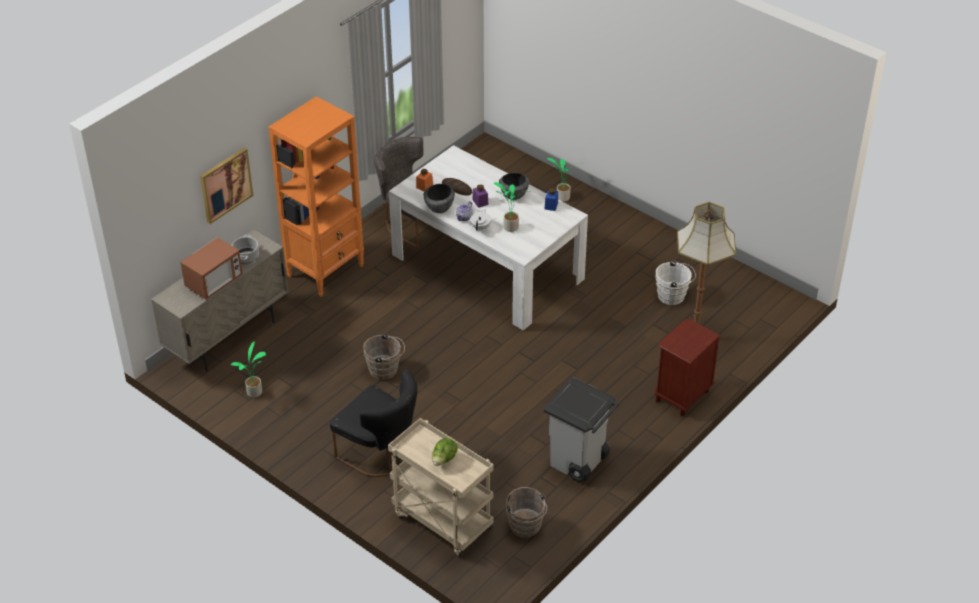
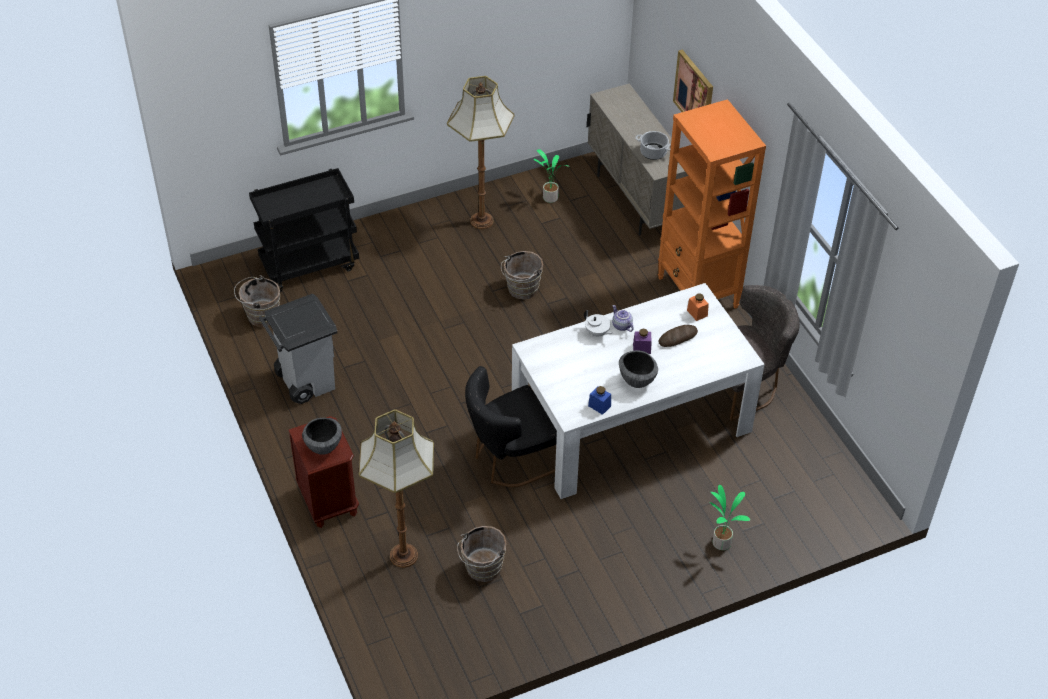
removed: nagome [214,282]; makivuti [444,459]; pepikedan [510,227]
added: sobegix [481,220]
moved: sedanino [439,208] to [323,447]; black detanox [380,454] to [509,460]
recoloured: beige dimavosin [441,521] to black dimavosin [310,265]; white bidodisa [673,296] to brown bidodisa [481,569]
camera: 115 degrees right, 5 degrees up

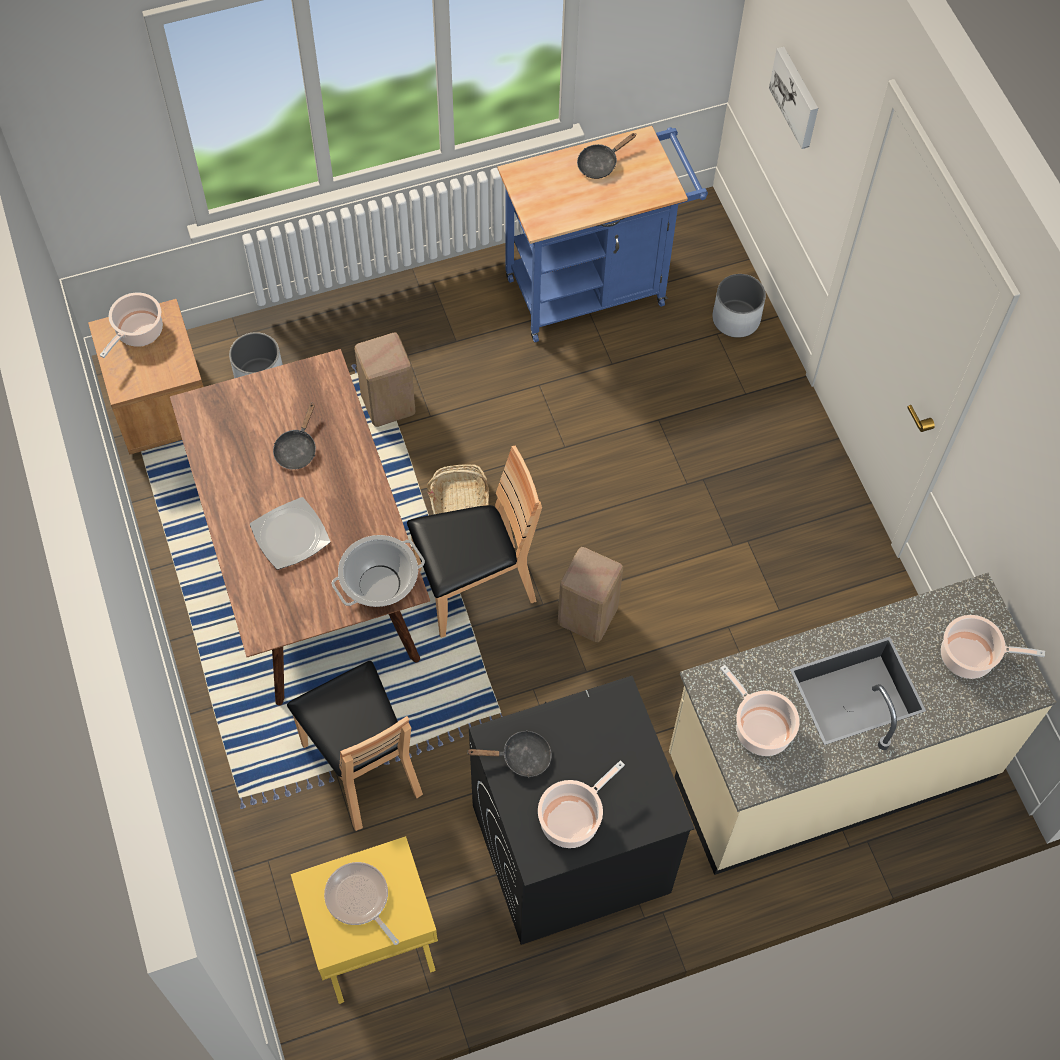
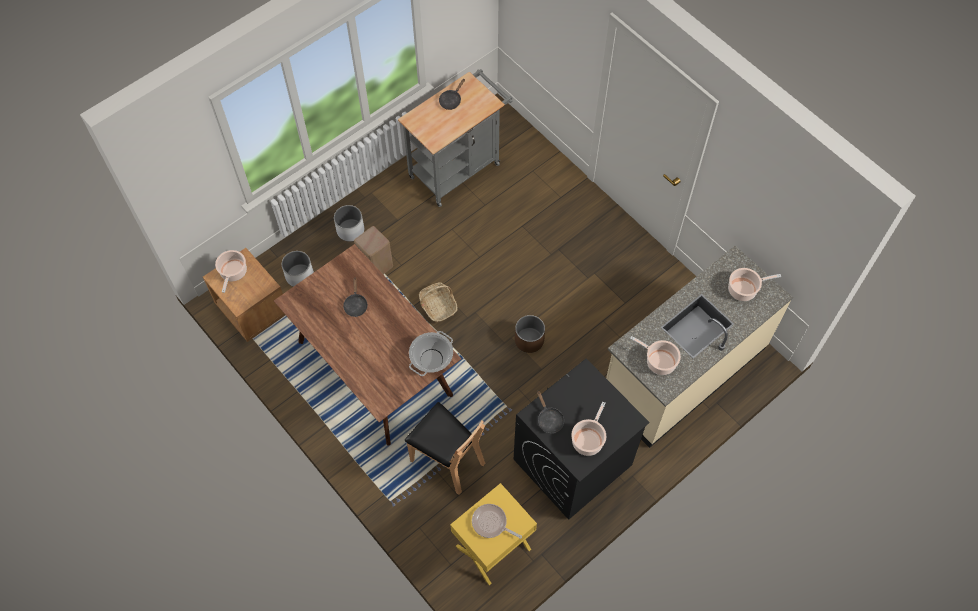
removed: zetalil [290,534]; brown detanox [474,588]; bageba [796,97]
moved: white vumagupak [736,319] to [350,230]
replaced: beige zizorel [587,614] to brown vumagupak [529,340]
recoloured: blue dimavosin [595,287] to grey dimavosin [458,167]
turned: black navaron [521,757] = [549,419] 90 degrees clockwise
camera: 20 degrees left, 0 degrees up

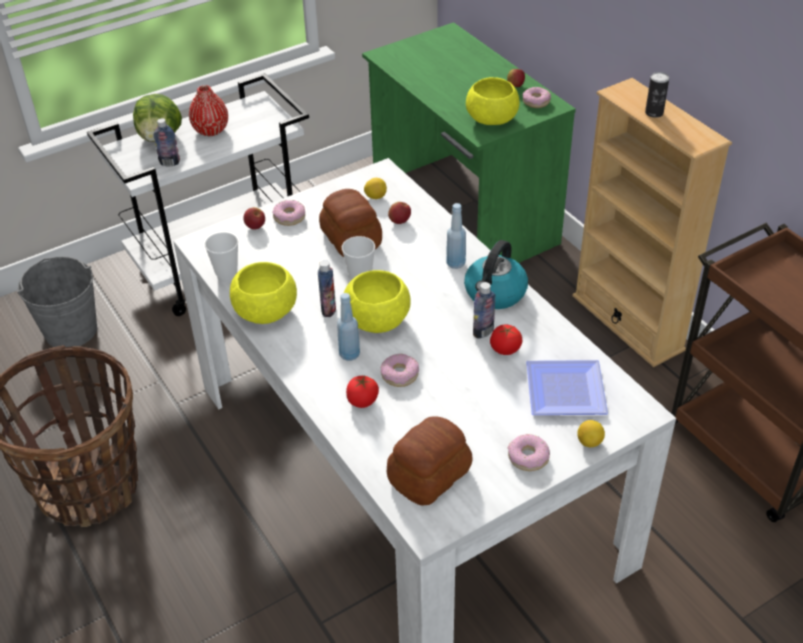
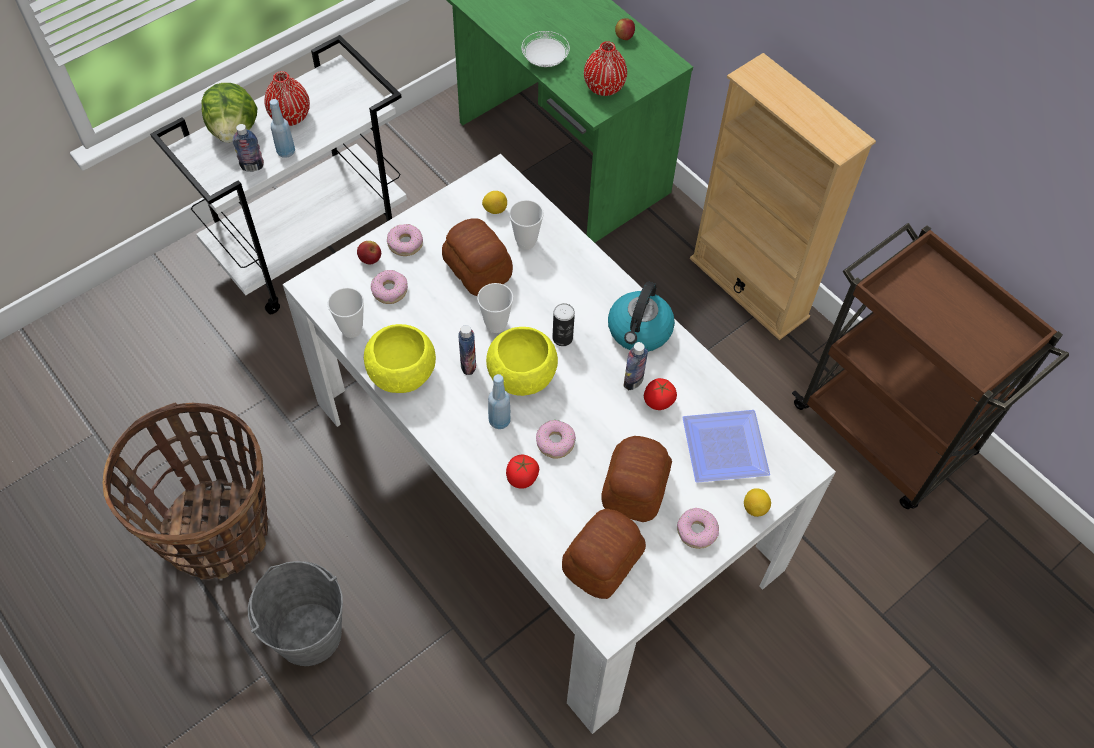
added: white zetalil [545,59]; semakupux [633,488]
moved: grey bidodisa [71,330] to [308,634]; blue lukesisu [455,263] to [286,152]; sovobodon [536,101] to [390,290]; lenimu [654,113] to [562,338]
replaced: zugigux [399,221] to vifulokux [526,241]; yellow sedanino [492,119] to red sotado [604,87]
camera: 10 degrees left, 15 degrees up

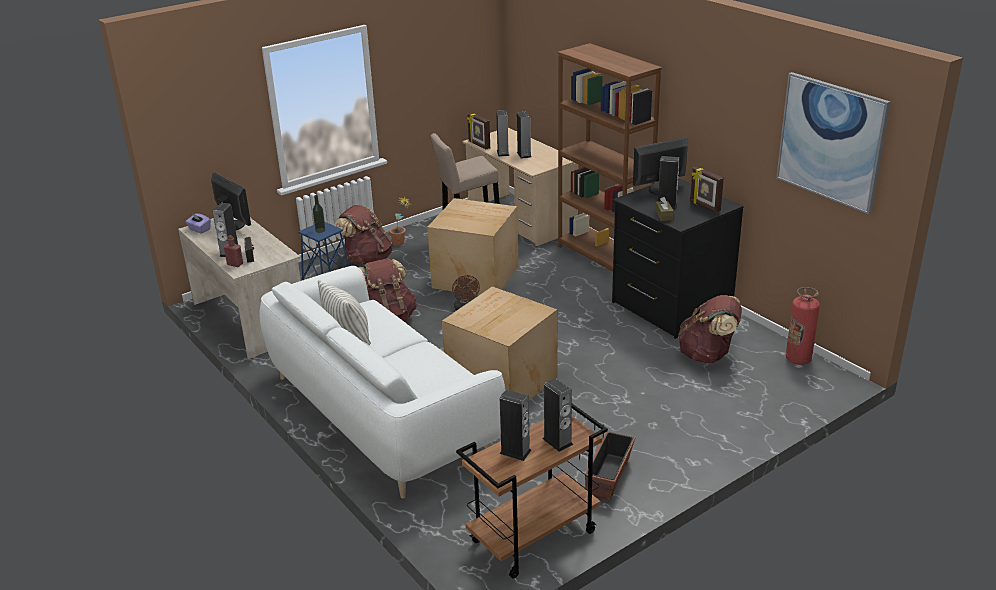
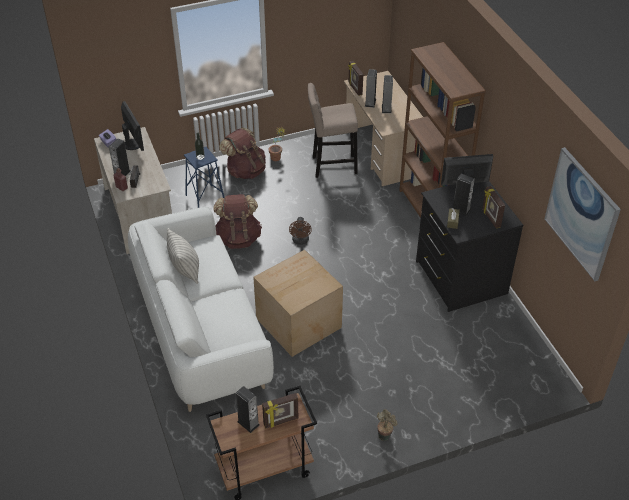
removed: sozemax [475,276]; vumagupak [608,477]; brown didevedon [708,355]; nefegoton [798,359]
added: pepikedan [384,435]
replaced: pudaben [557,441] to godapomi [281,421]
camera: 15 degrees right, 15 degrees up

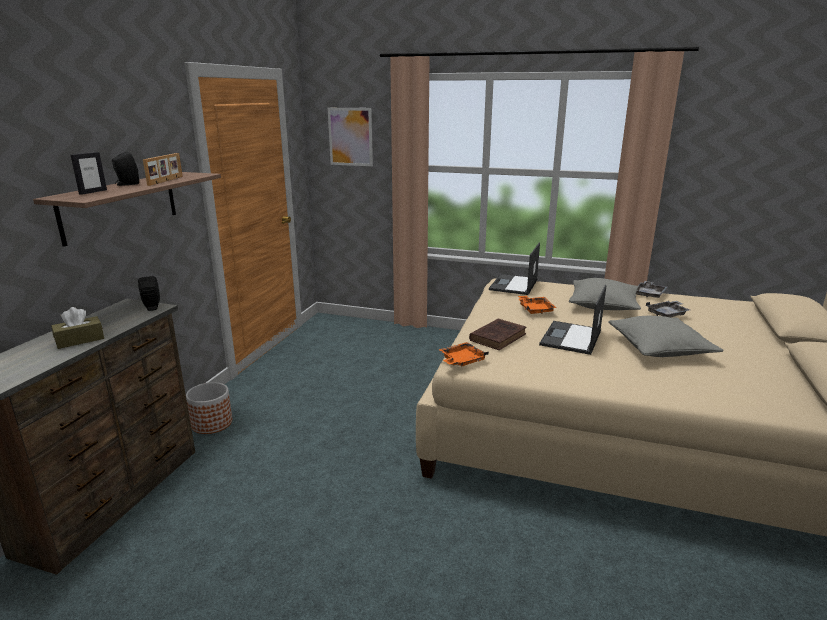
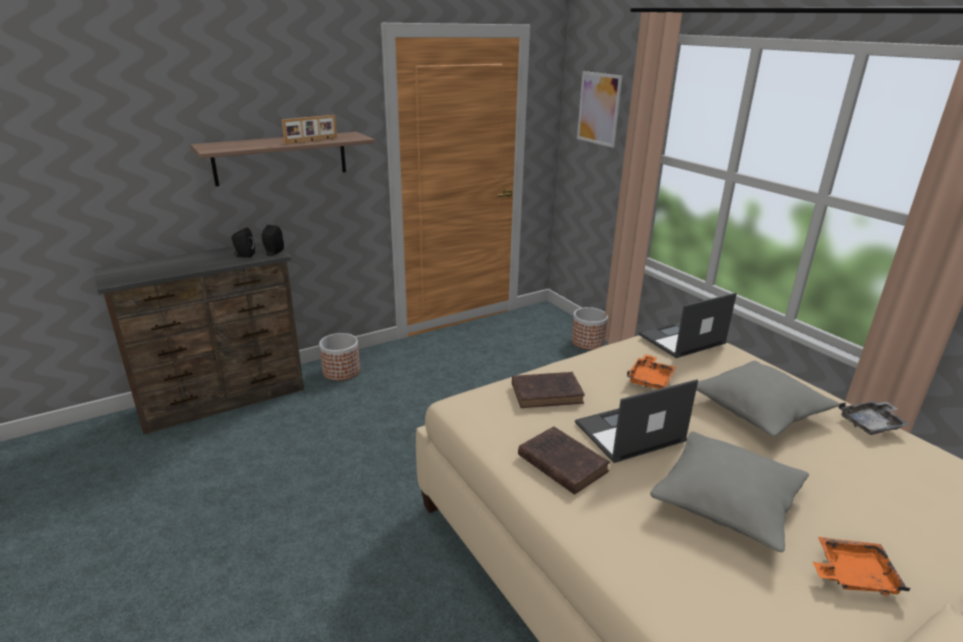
removed: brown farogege [80,340]; godapomi [93,192]; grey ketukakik [667,314]
added: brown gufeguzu [560,462]; vumagupak [588,342]
moved: black pudaben [126,184] to [244,255]; orange ketukakik [461,361] to [852,574]
camera: 40 degrees right, 5 degrees up

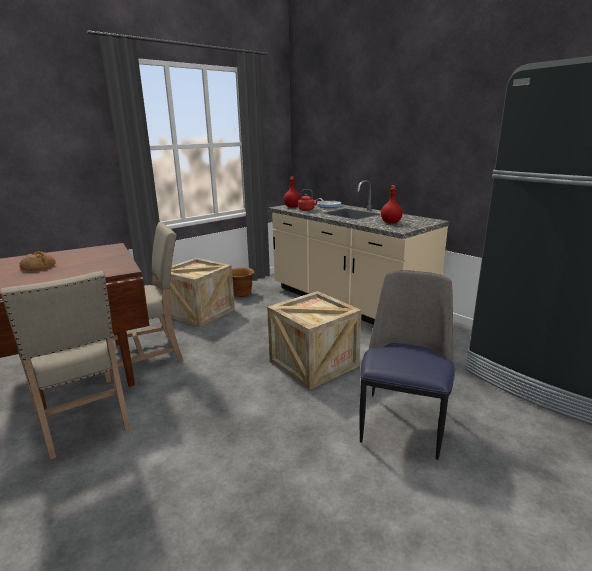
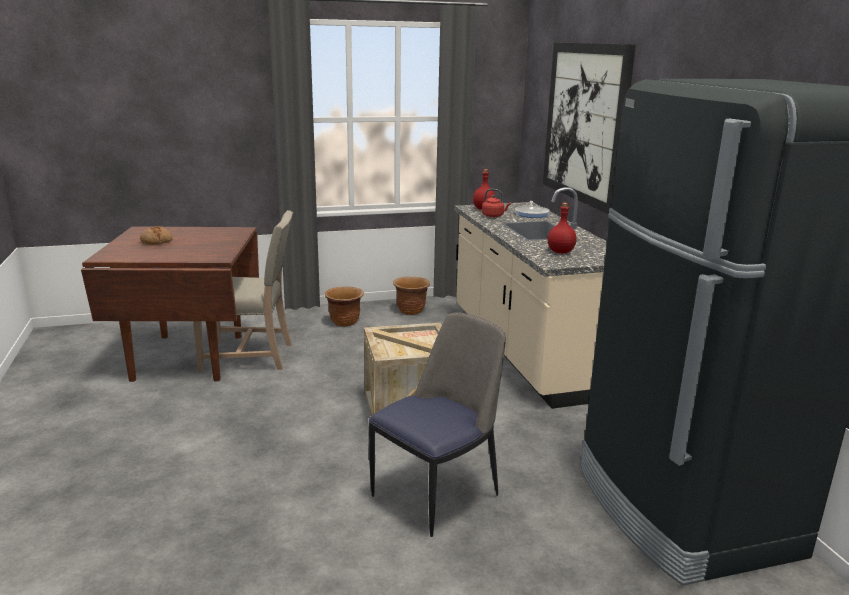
removed: beige detanox [85,420]
added: bageba [585,123]
replaced: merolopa [200,312] to brown vumagupak [345,322]
camera: 25 degrees right, 0 degrees up

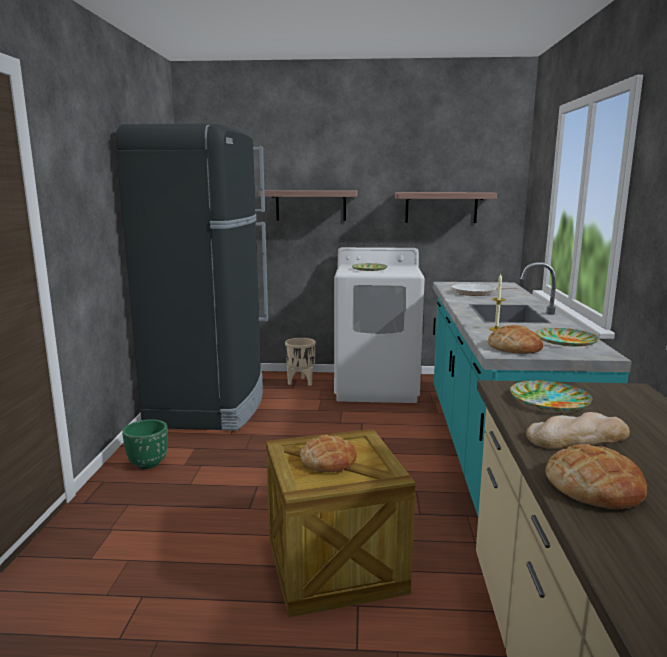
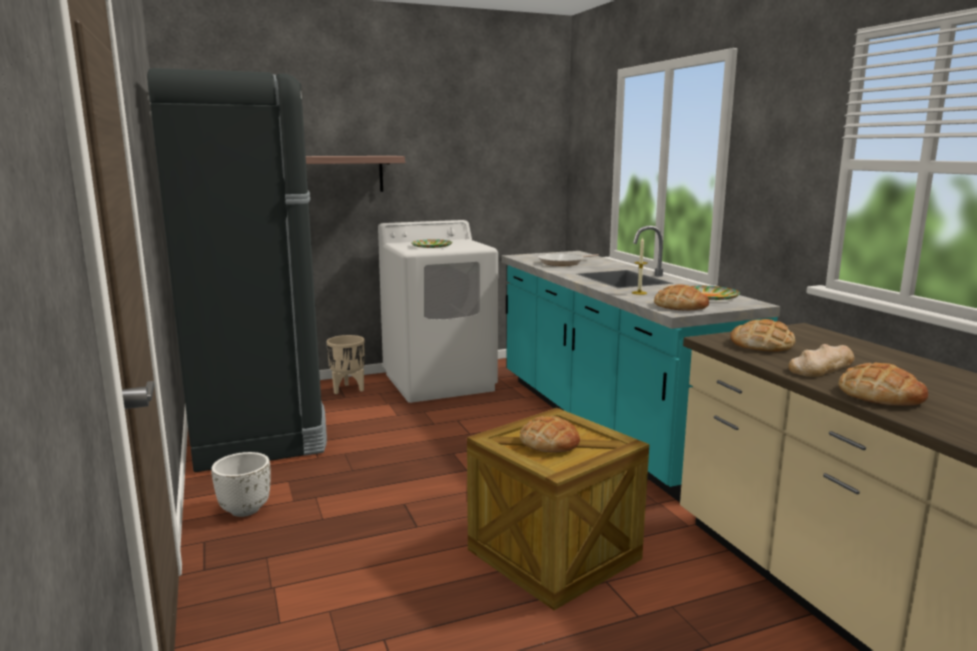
removed: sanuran [441,207]
replaced: zetalil [548,401] to semakupux [761,344]
recoloured: green vumagupak [148,464] to white vumagupak [245,510]
camera: 25 degrees left, 0 degrees up

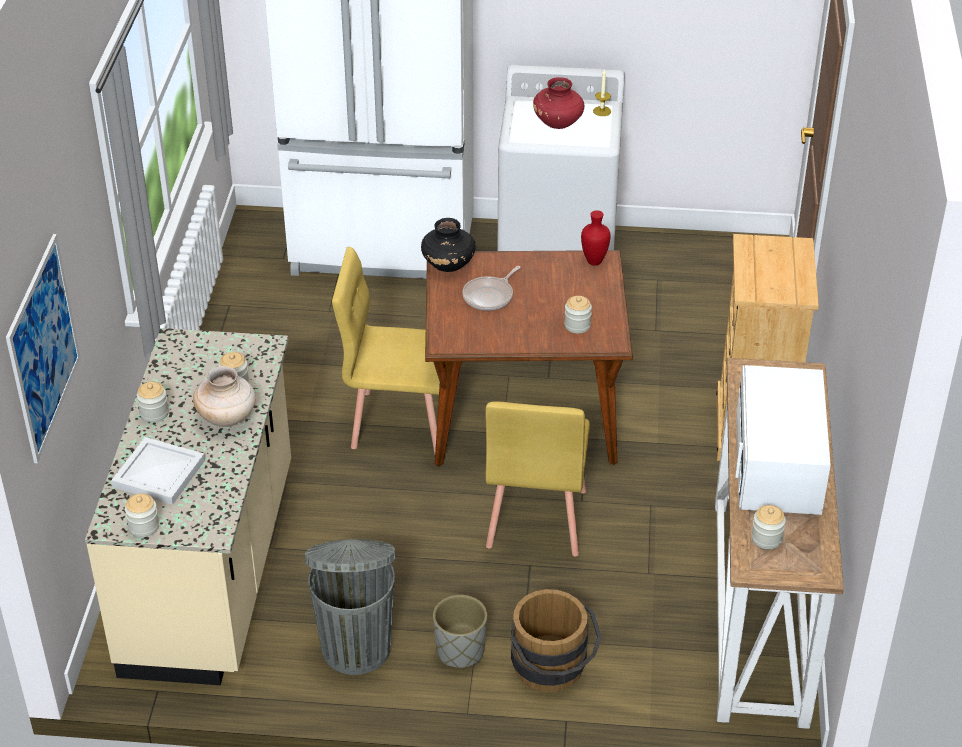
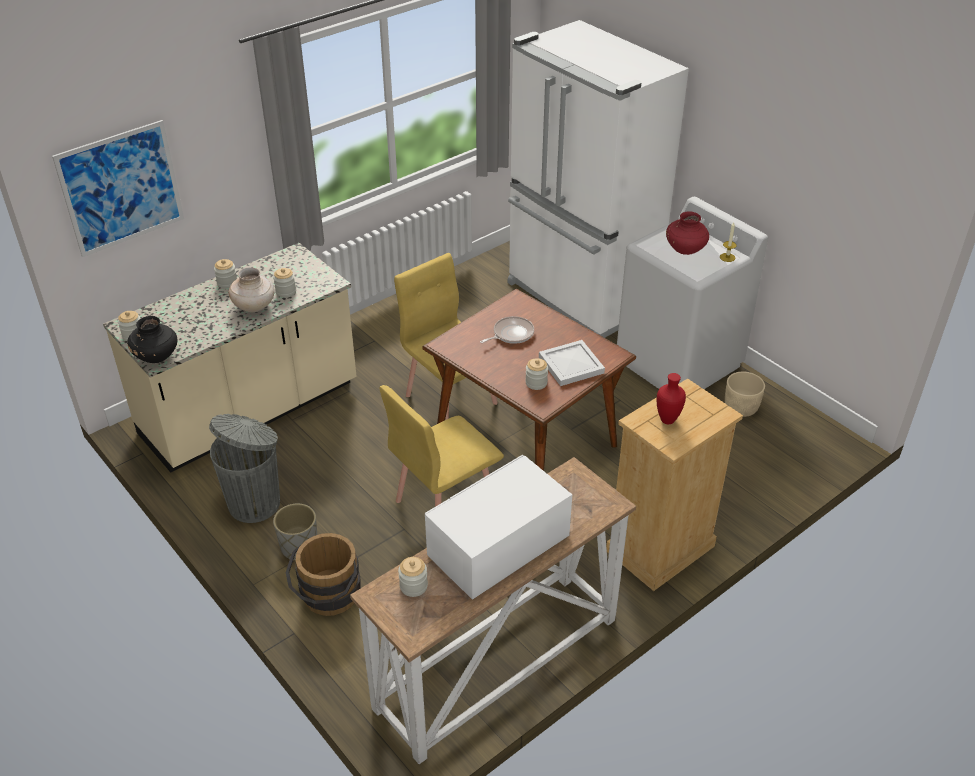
added: beige vumagupak [741,408]
moved: black sotado [448,265] to [157,356]; white ketukakik [157,474] to [570,365]; red sotado [593,261] to [667,419]
turned: navaron [490,296] = [511,334] 150 degrees clockwise
camera: 45 degrees right, 0 degrees up

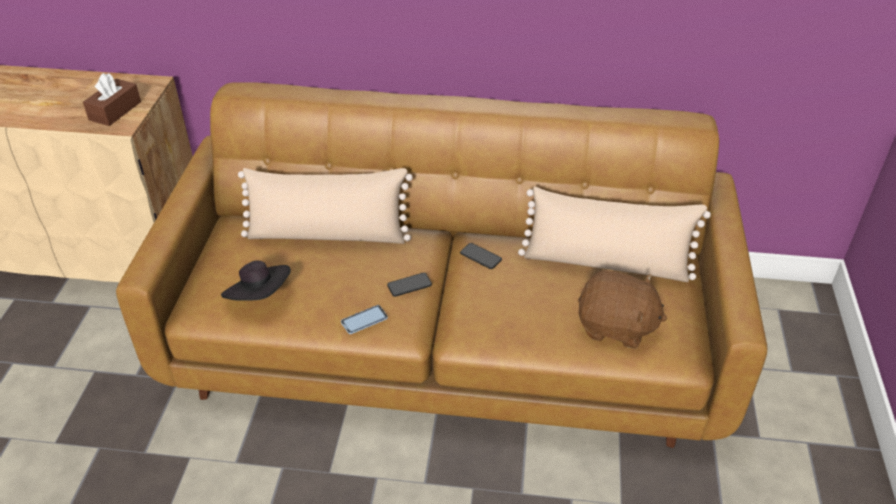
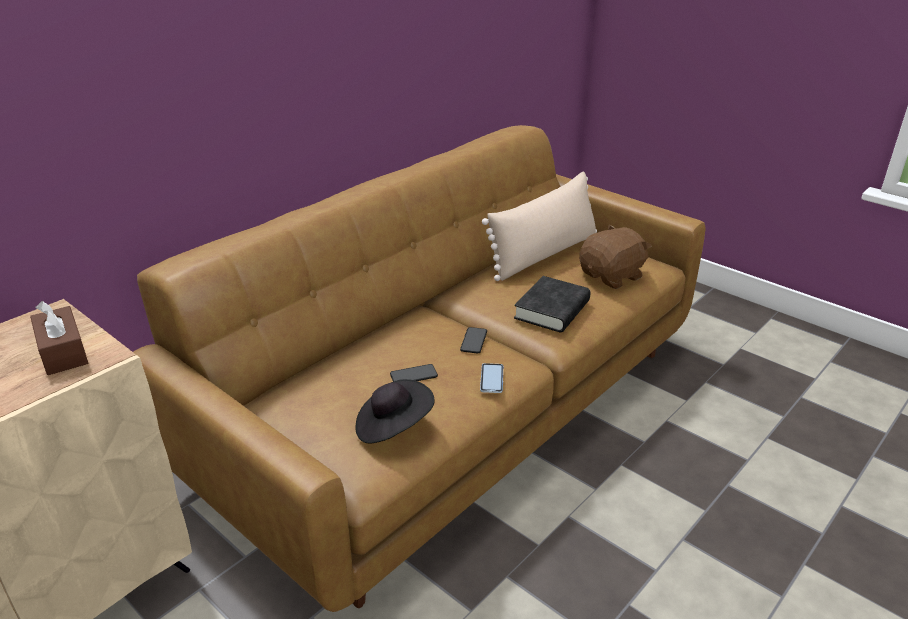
removed: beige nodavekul [328,235]
added: black gufeguzu [552,310]
moved: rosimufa [480,256] to [413,375]
camera: 55 degrees left, 10 degrees down

